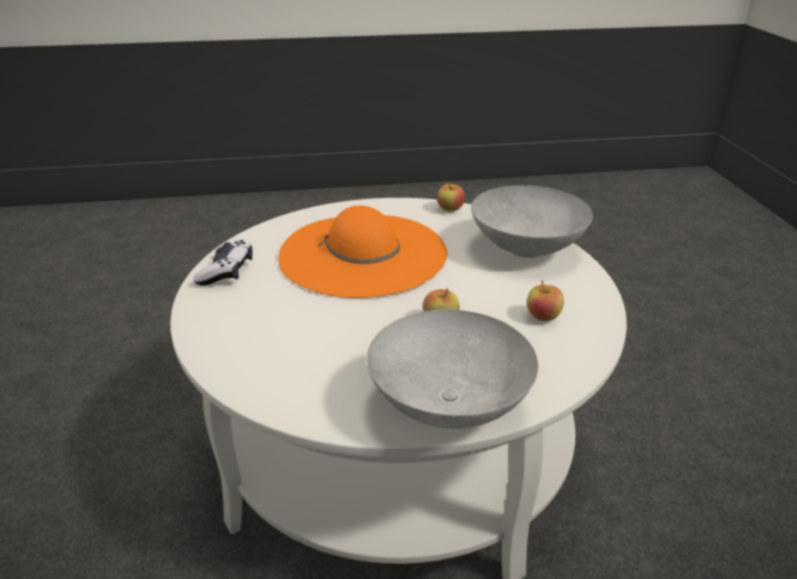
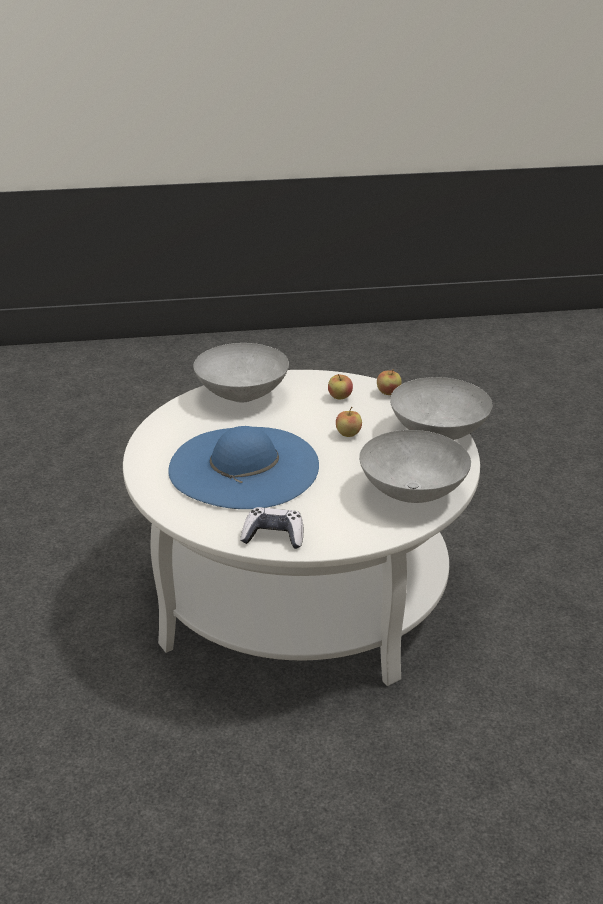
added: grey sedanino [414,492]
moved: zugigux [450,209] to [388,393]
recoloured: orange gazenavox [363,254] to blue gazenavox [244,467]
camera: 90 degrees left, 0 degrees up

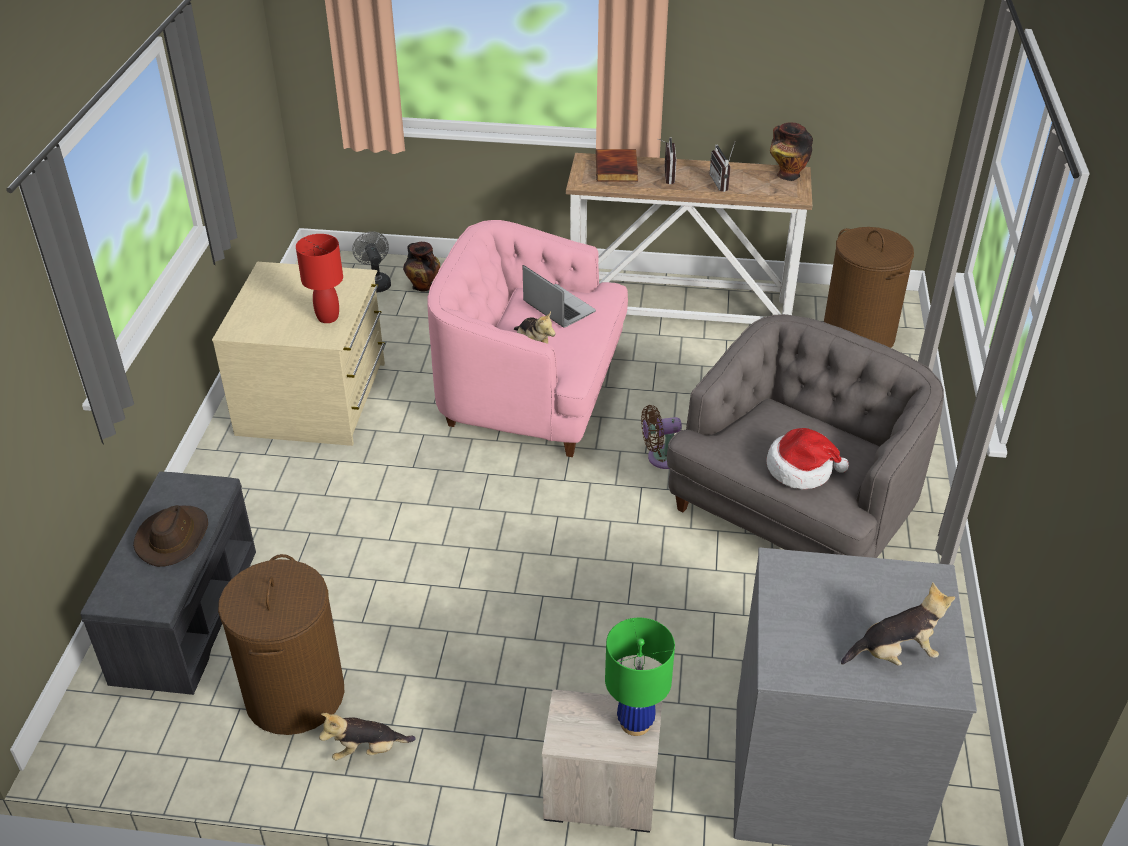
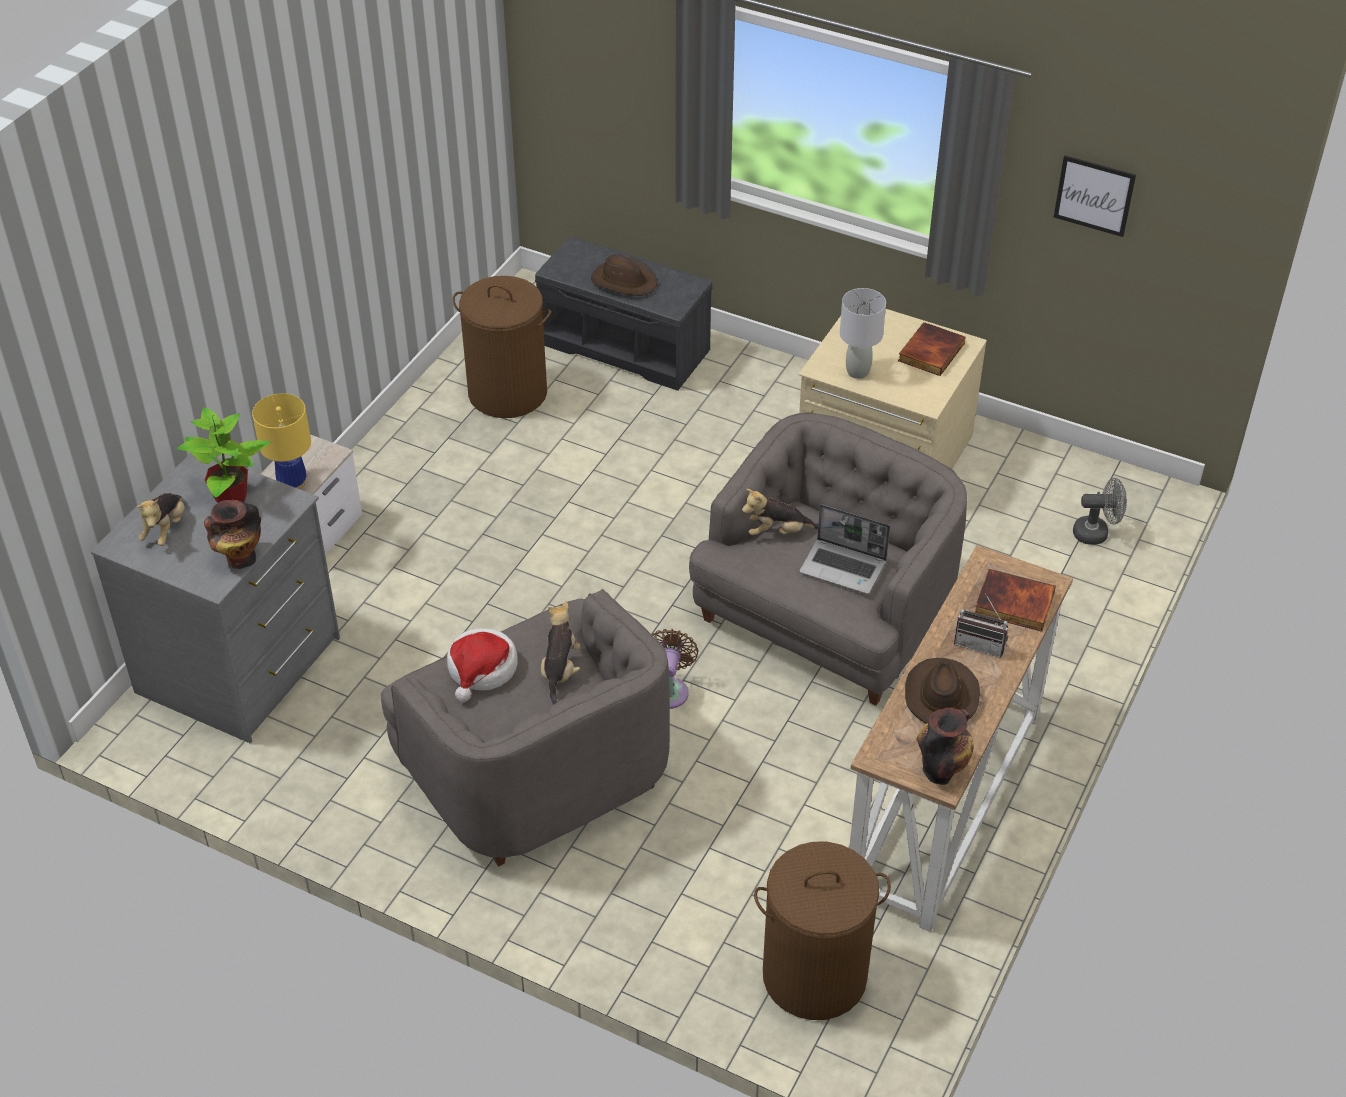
added: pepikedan [232,498]; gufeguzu [930,351]; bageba [1094,195]
moved: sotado [424,287] to [239,558]; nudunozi [367,750] to [560,670]
replaced: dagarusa [723,183] to brown gazenavox [941,695]
recoloured: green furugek [635,722] to yellow furugek [292,484]; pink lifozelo [531,392] to grey lifozelo [826,616]; red furugek [327,317] to grey furugek [858,371]
turned: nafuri [557,307] = [844,567] 45 degrees clockwise
camera: 110 degrees right, 5 degrees up

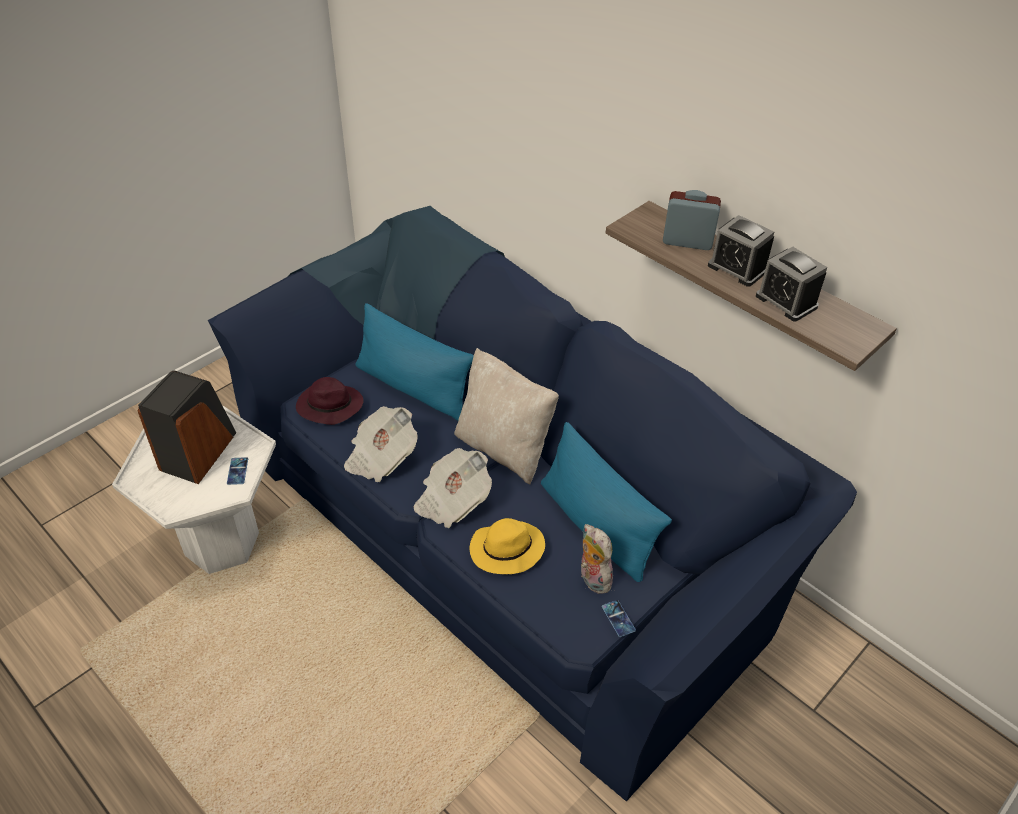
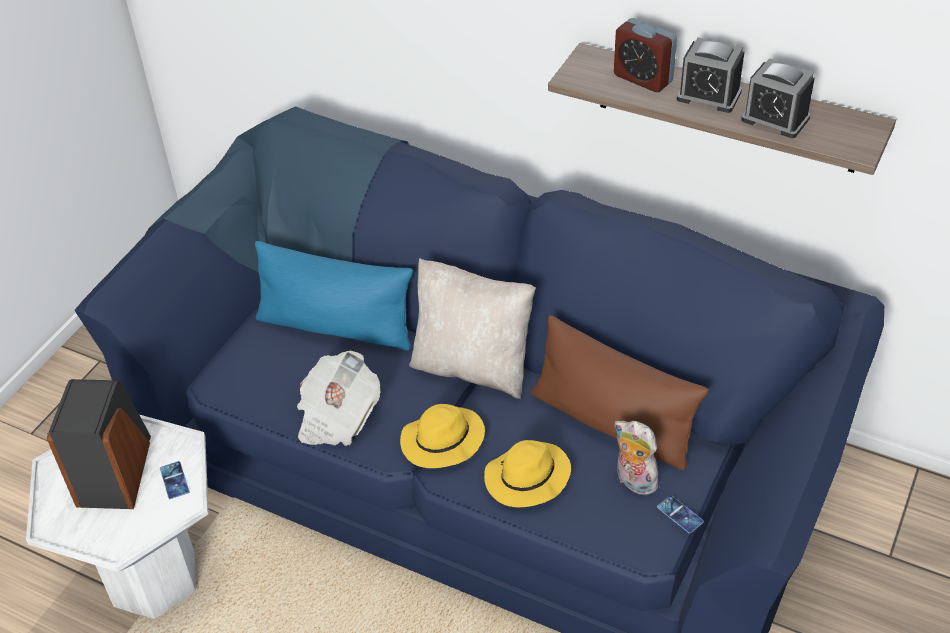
removed: purple gazenavox [329,406]
replaced: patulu [452,501] to yellow gazenavox [442,442]
recoloured: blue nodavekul [596,526] to brown nodavekul [612,424]
turned: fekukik [687,241] = [643,78] 135 degrees counterclockwise
camera: 15 degrees left, 0 degrees up

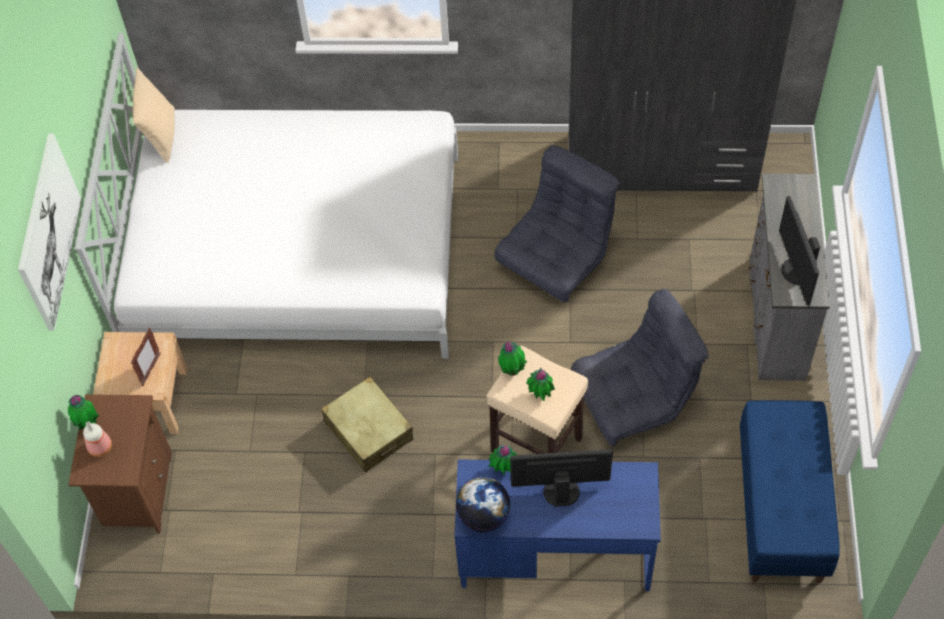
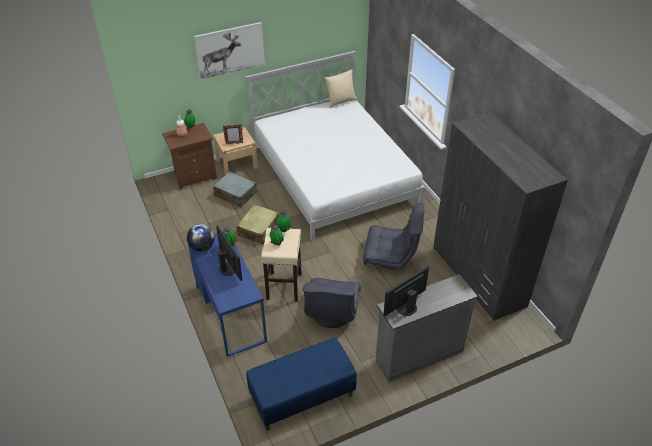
added: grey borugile [235,194]
turned: grey lifozelo [634,399] = [331,313] 60 degrees clockwise
camera: 60 degrees right, 15 degrees down

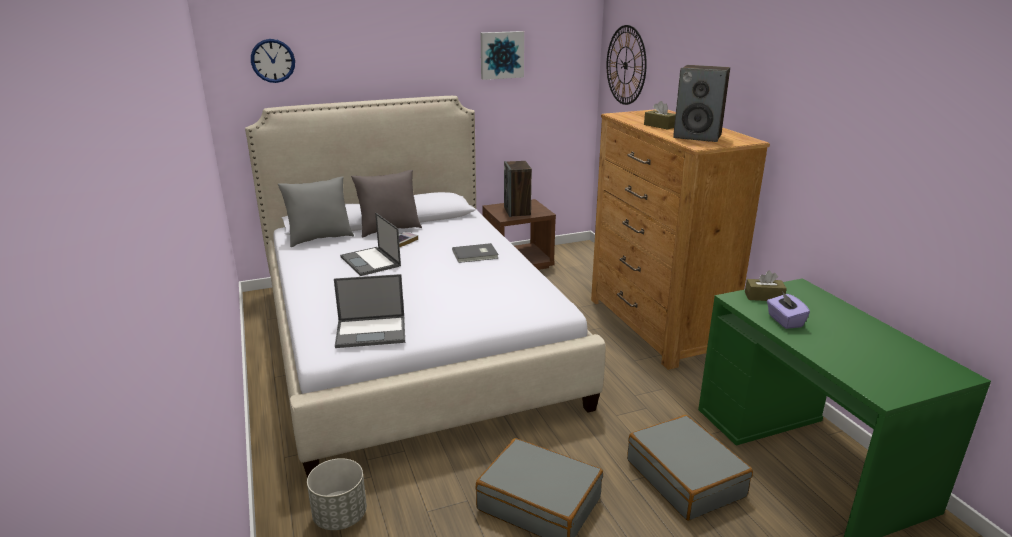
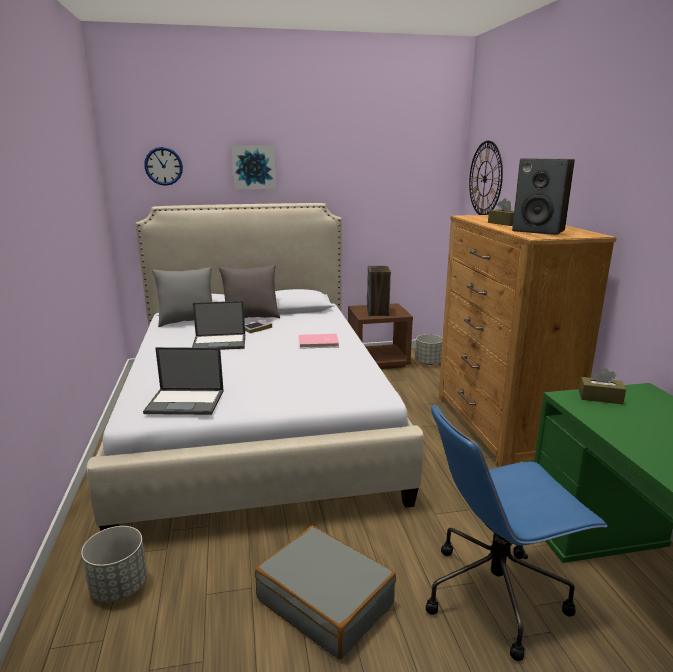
removed: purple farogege [784,321]
added: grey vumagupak [428,362]
moved: bageba [501,55] to [254,167]
replaced: grey borugile [685,478] to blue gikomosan [496,594]
recoloured: grey gufeguzu [476,255] to pink gufeguzu [319,343]
turned: nafuri [371,262] = [220,342] 75 degrees counterclockwise
camera: 10 degrees right, 5 degrees down

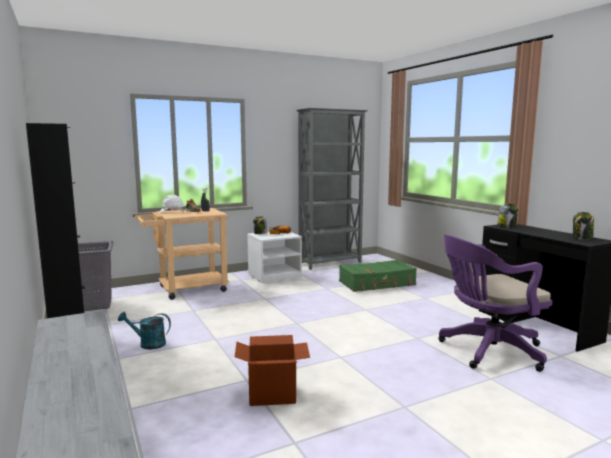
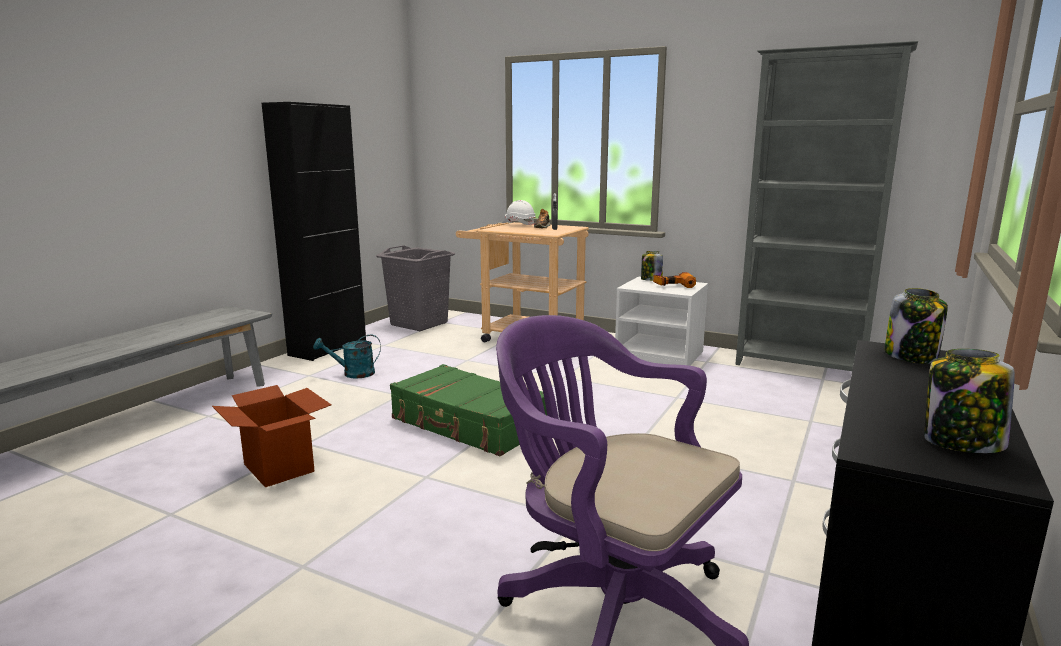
moved: green borugile [377,283] to [468,424]
turned: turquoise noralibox [148,344] = [353,374] 75 degrees counterclockwise
camera: 55 degrees right, 5 degrees up

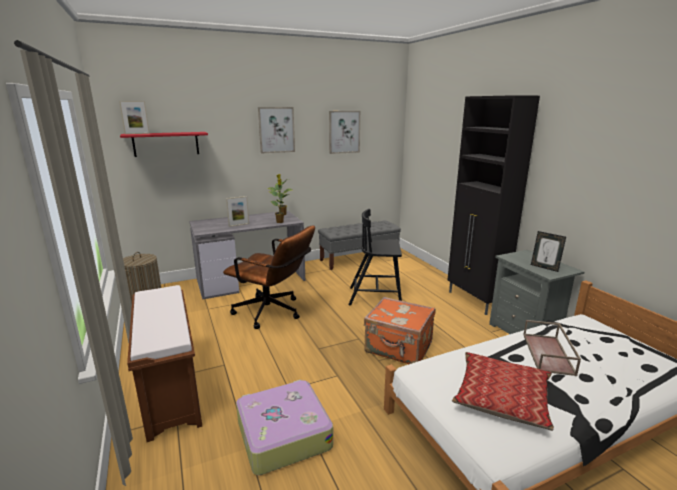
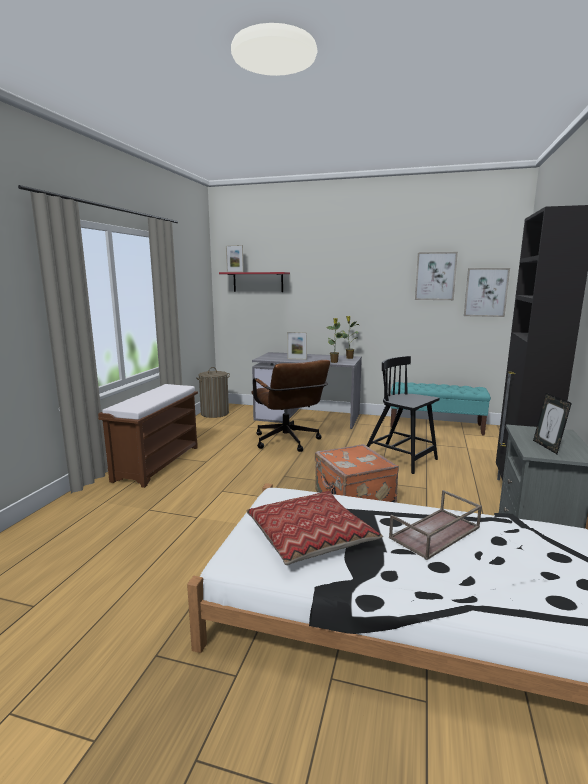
removed: borugile [282,434]
moved: bageba [276,130] to [486,292]
recoloured: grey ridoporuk [359,259] to turquoise ridoporuk [436,426]
camera: 40 degrees right, 5 degrees down

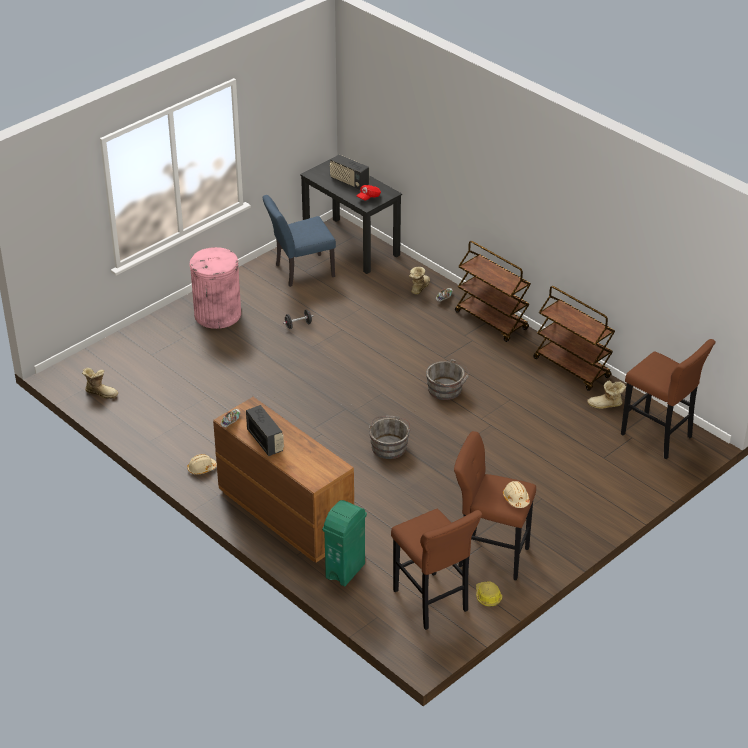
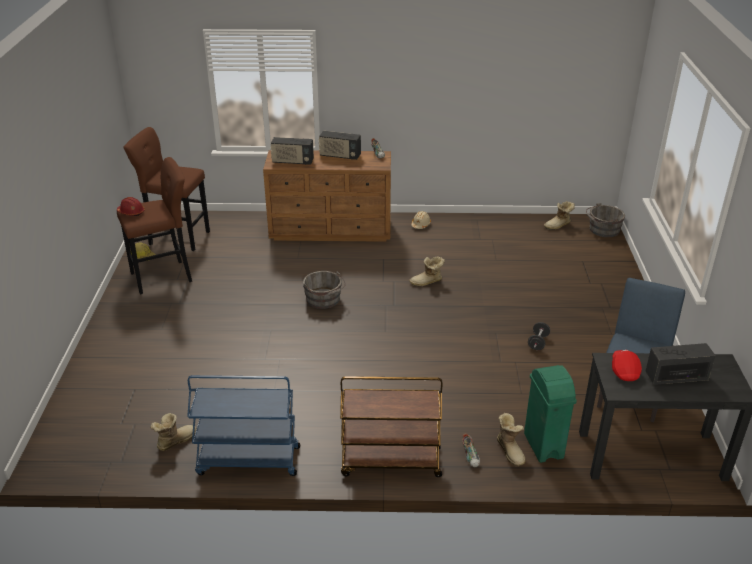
removed: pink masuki [217,314]; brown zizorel [659,437]
added: dagarusa [292,162]; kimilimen [427,282]
moved: green masuki [346,571] to [543,446]; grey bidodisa [446,390] to [602,230]
recoloured: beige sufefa [516,498] to red sufefa [131,212]; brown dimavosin [572,368] to blue dimavosin [248,461]
camera: 135 degrees right, 5 degrees down

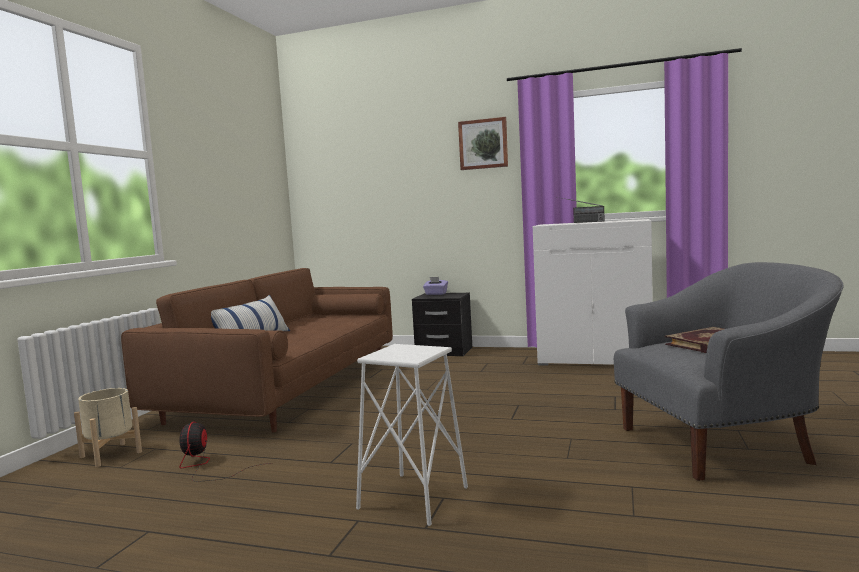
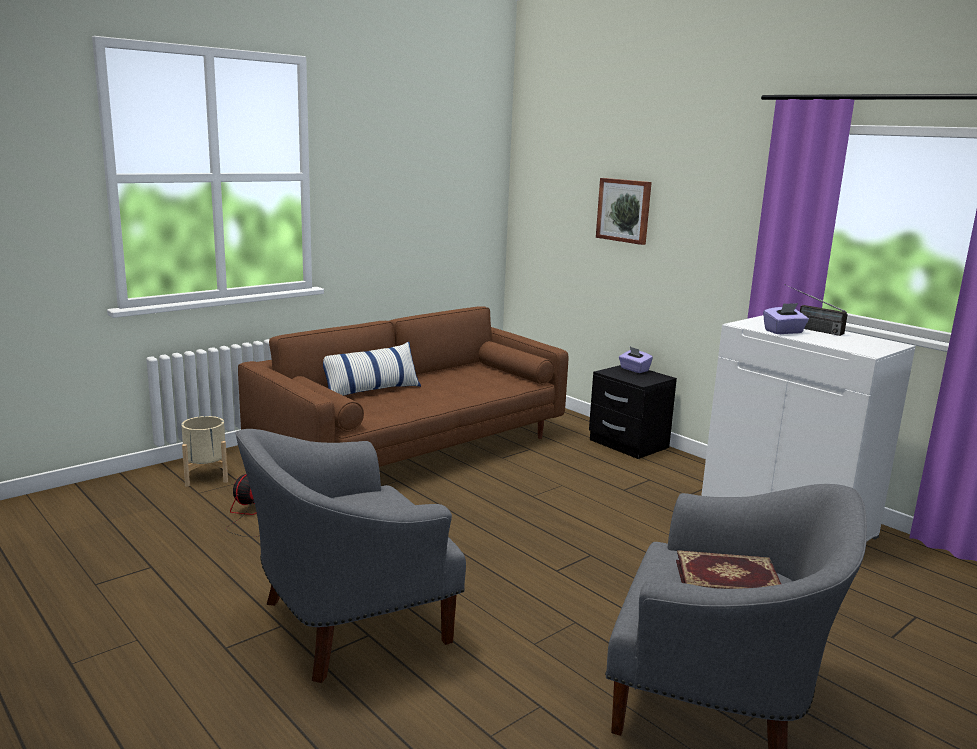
added: purple farogege [783,332]
moved: bageba [483,144] to [624,210]
replaced: white zizorel [413,498] to grey lifozelo [346,624]
camera: 30 degrees right, 10 degrees up

